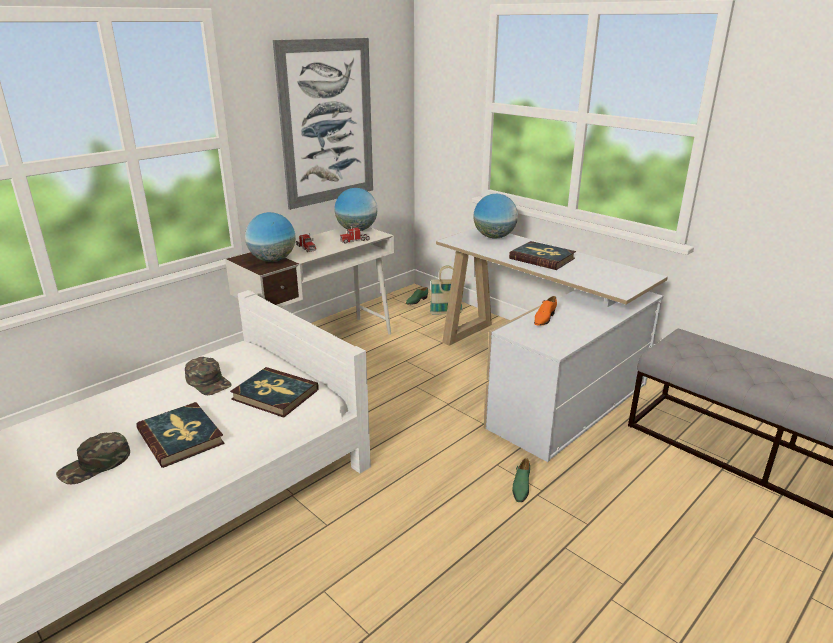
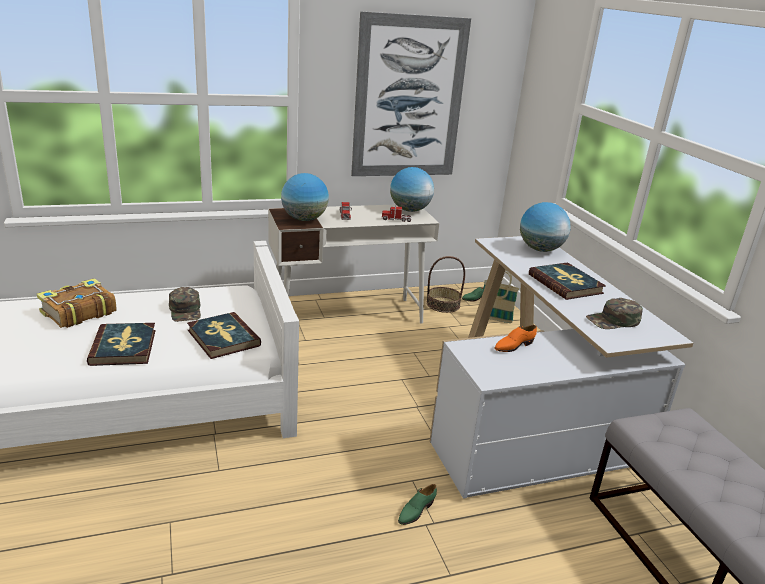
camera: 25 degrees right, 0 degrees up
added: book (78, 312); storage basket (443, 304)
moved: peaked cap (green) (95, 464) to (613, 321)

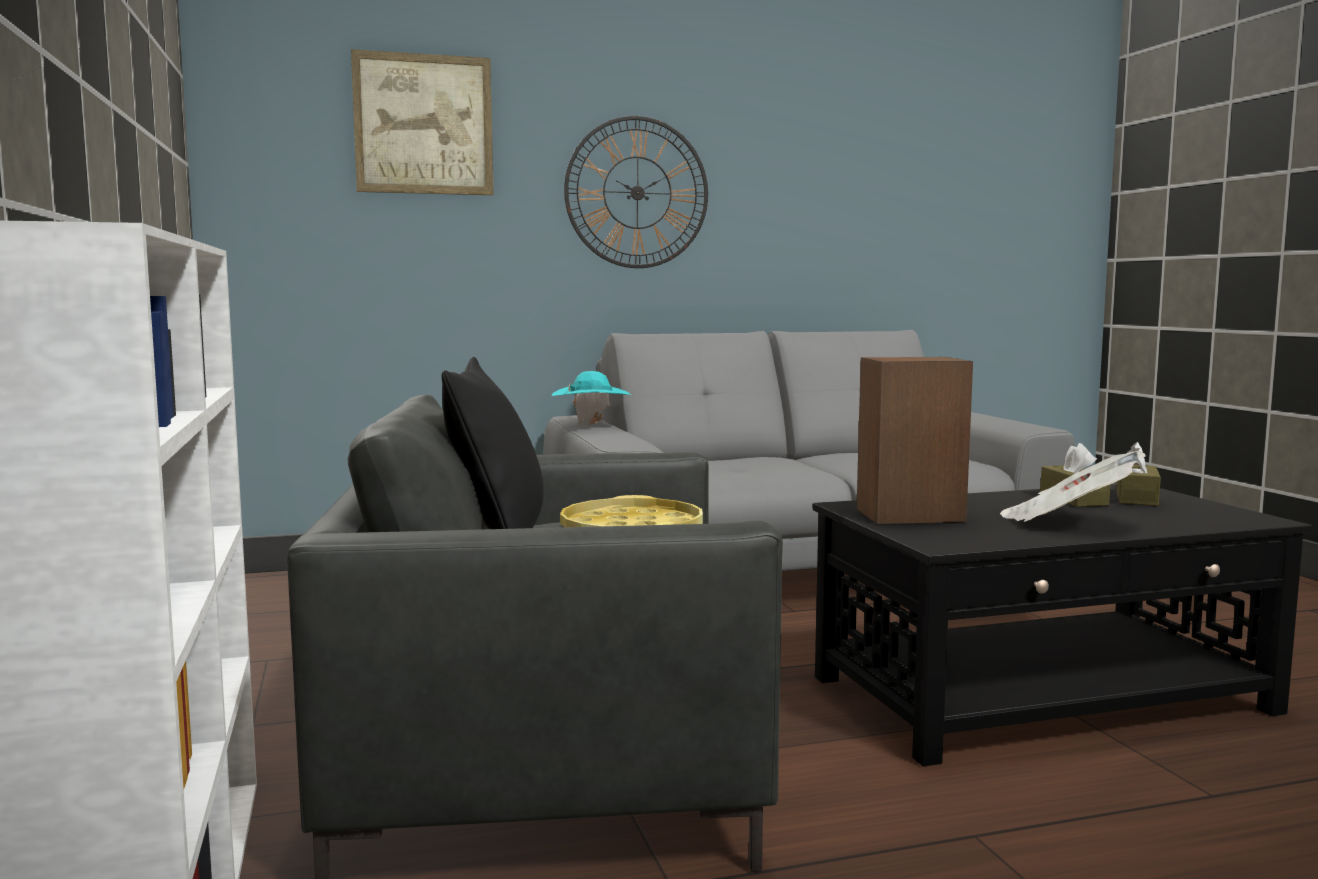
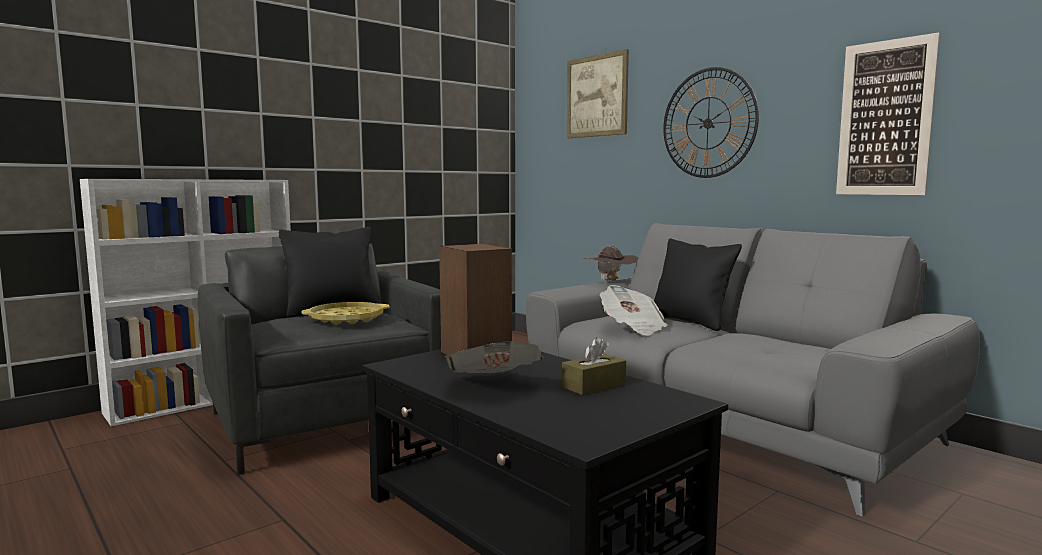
camera: 65 degrees right, 0 degrees up
removed: tissue box (brown) (1136, 498)
added: newspaper (632, 328); throw pillow (blackish) (690, 322); wall art (885, 118)
recoloured: wearable hat (turquoise) (592, 426) to wearable hat (brown) (610, 281)

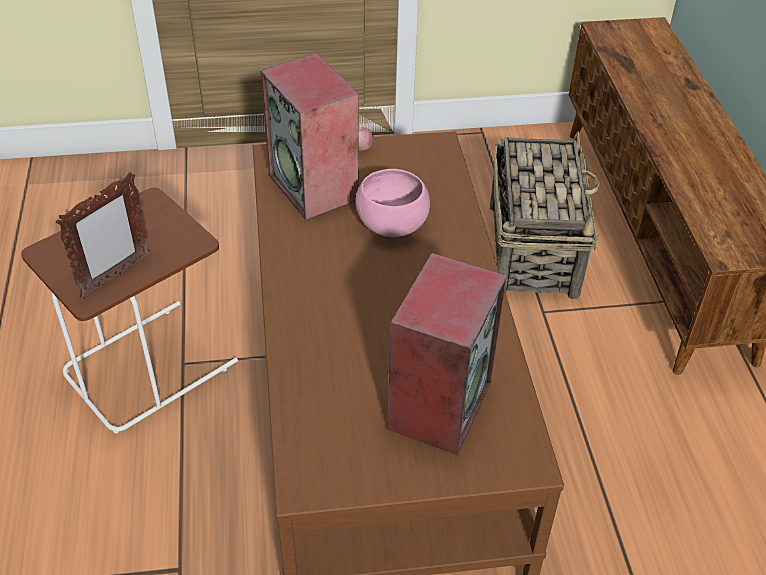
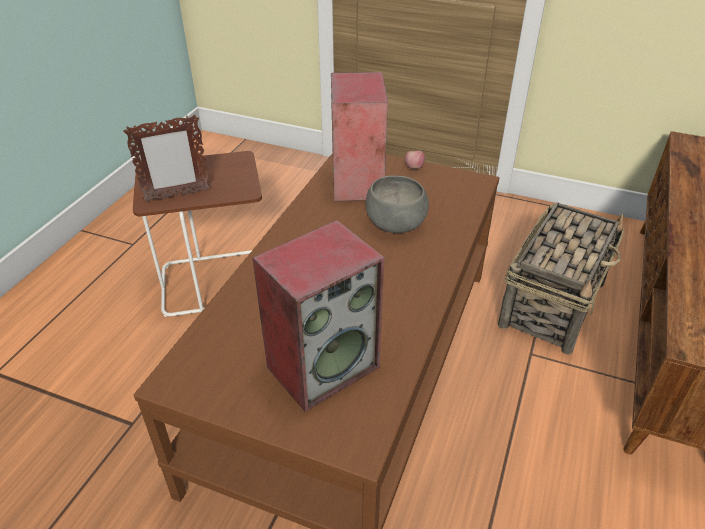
camera: 30 degrees right, 5 degrees down
recoloured: deep dish (pink-coloured) (392, 224) to deep dish (grey) (396, 223)

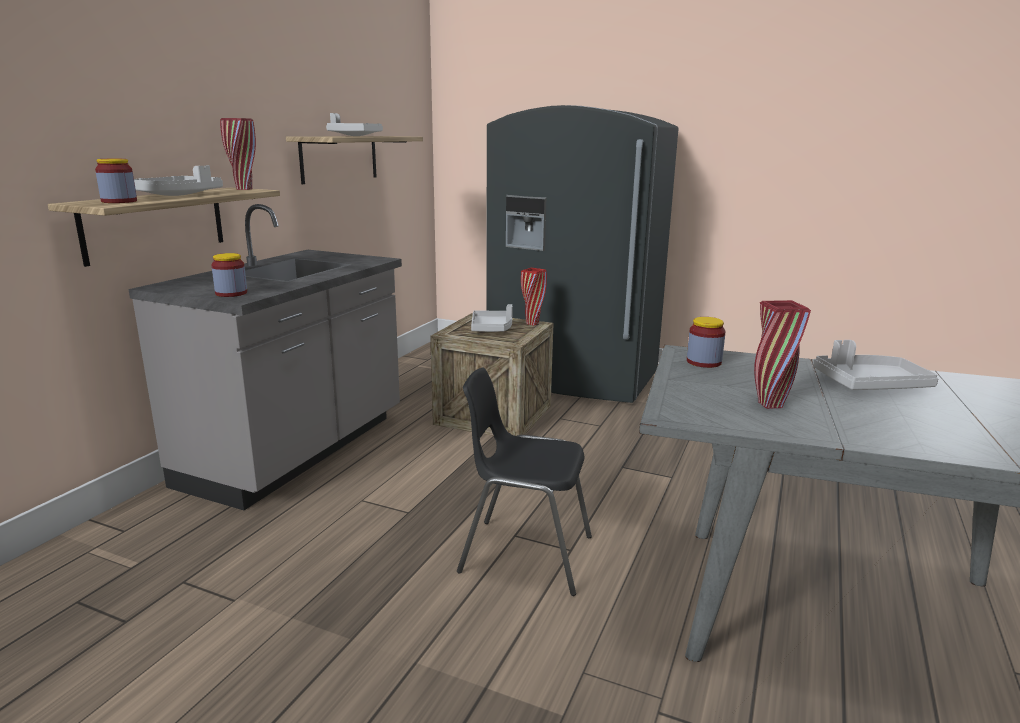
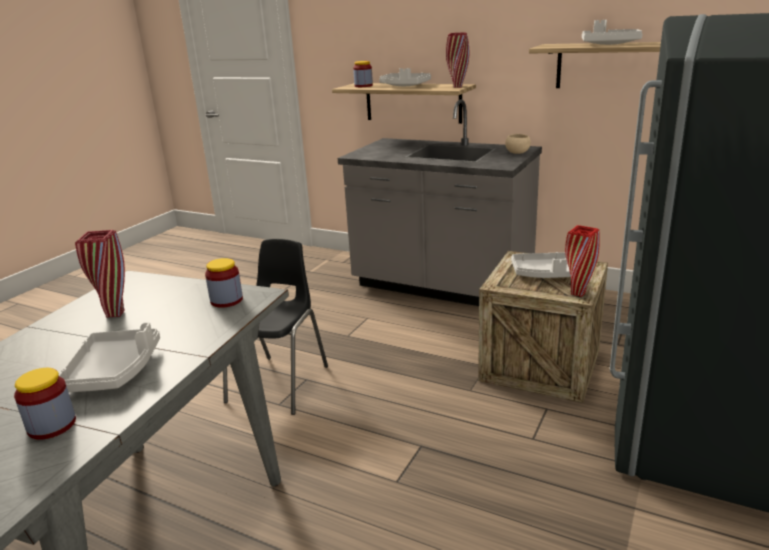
camera: 95 degrees right, 5 degrees up
added: deep dish (sand-coloured) (517, 153)
moved: preserve jar (231, 293) to (52, 425)

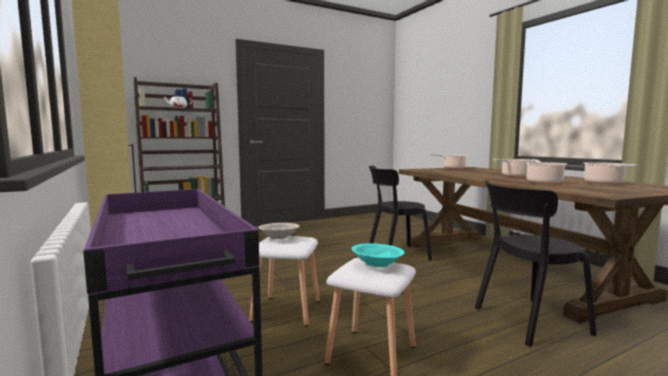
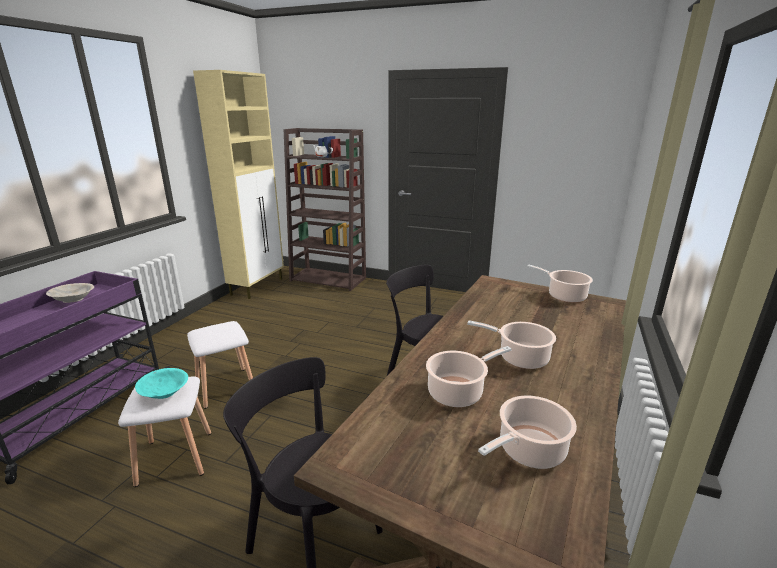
camera: 50 degrees right, 15 degrees up
moved: deep dish (sand-coloured) (279, 238) to (73, 300)

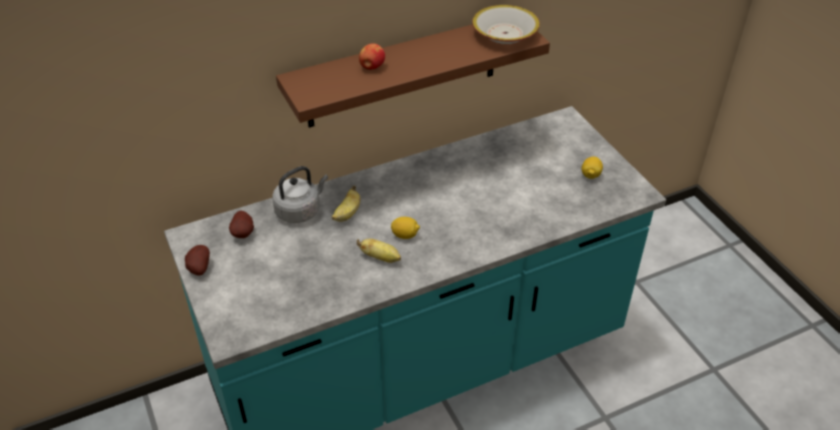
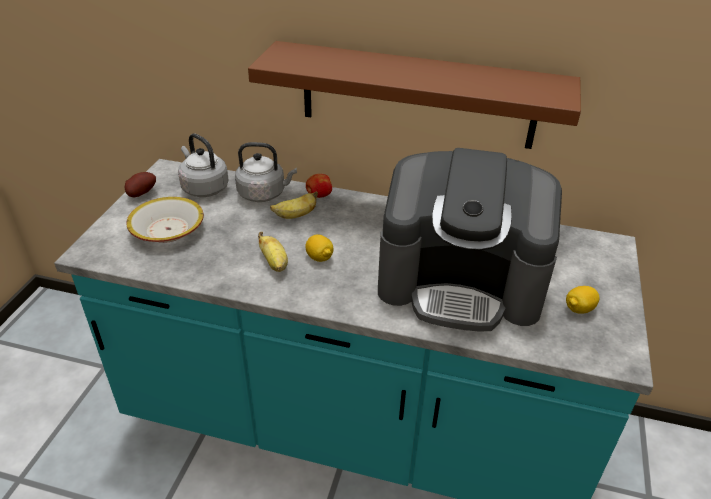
camera: 40 degrees right, 5 degrees down
added: coffee machine (461, 282)
moved: apple (372, 67) to (318, 195); deep dish (505, 34) to (168, 230)
replaced: spud (244, 233) to tea kettle (grey) (203, 187)

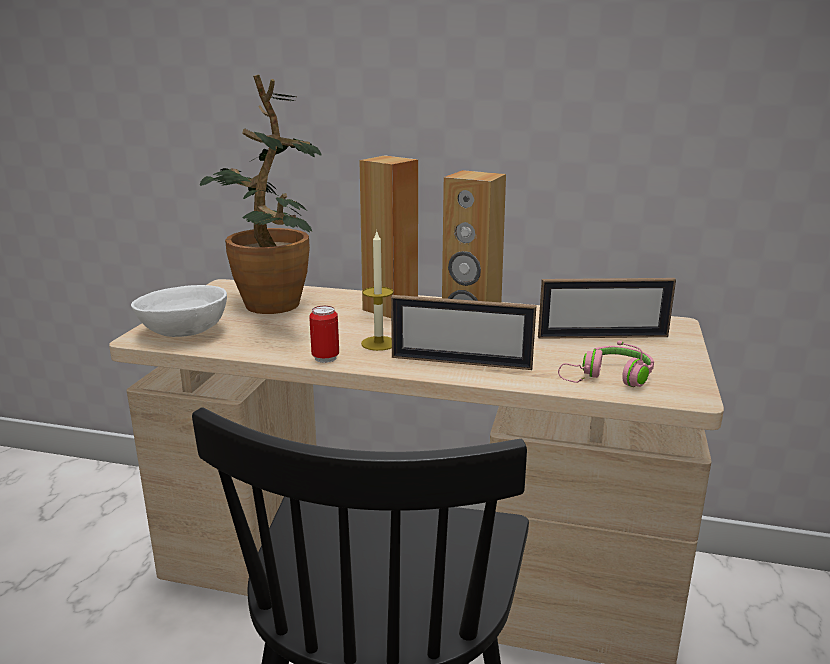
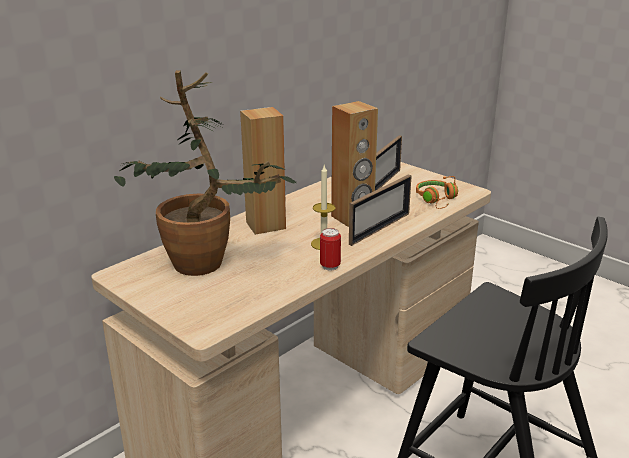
camera: 60 degrees left, 5 degrees up
removed: deep dish (white) (186, 332)
recoloured: headset (pink-coloured) (609, 378) to headset (orange-coloured) (437, 200)

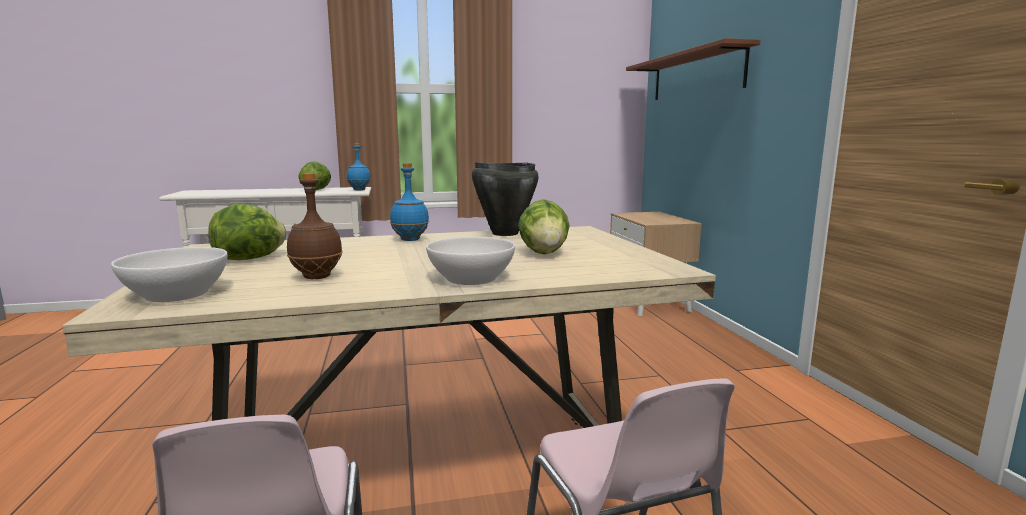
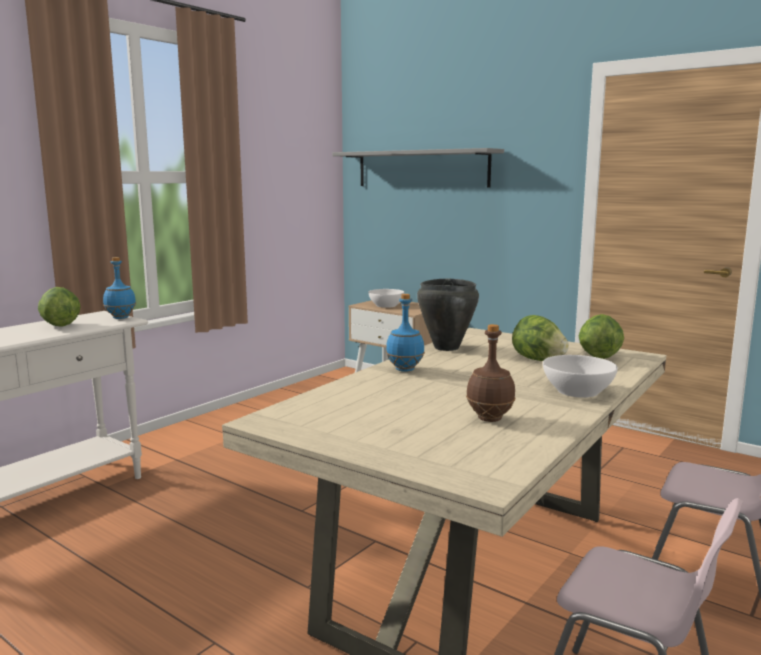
camera: 40 degrees left, 0 degrees up
moved: deep dish (white) (177, 294) to (386, 305); head of lettuce (250, 259) to (598, 357)
recoloured: bracket shelf (brown) (696, 75) to bracket shelf (grey) (421, 169)

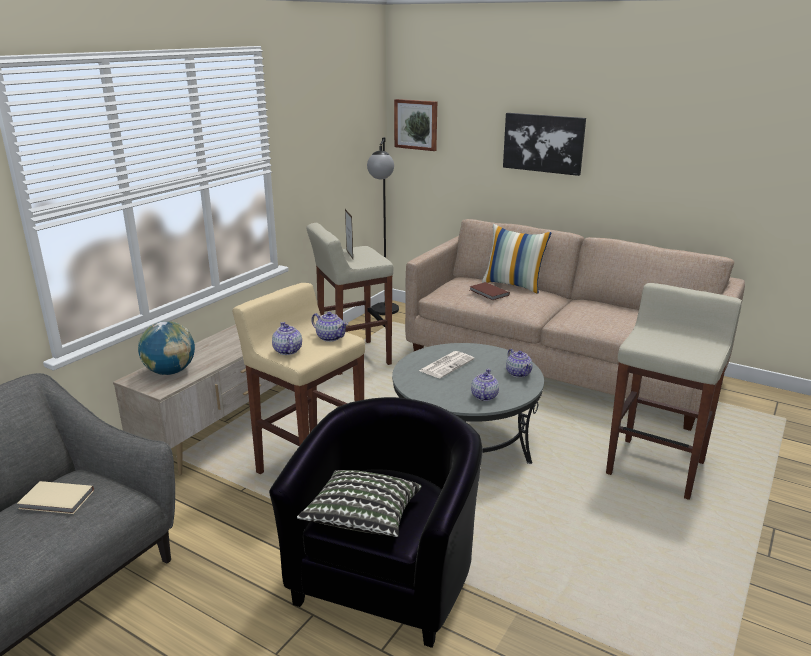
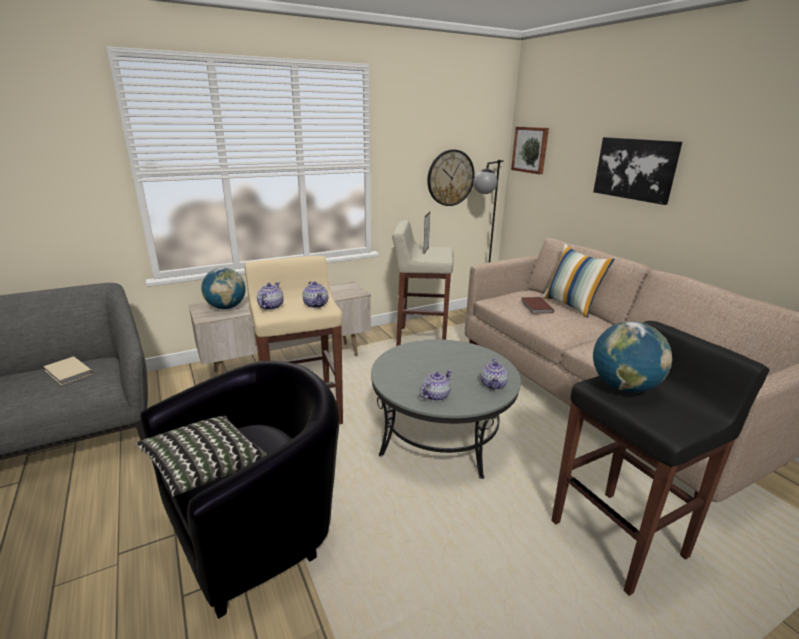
camera: 30 degrees right, 0 degrees up
removed: newspaper (446, 365)
added: wall clock (450, 178); world globe (623, 387)
recoloured: stool seat (sand-coloured) (656, 467) to stool seat (blackish) (619, 538)

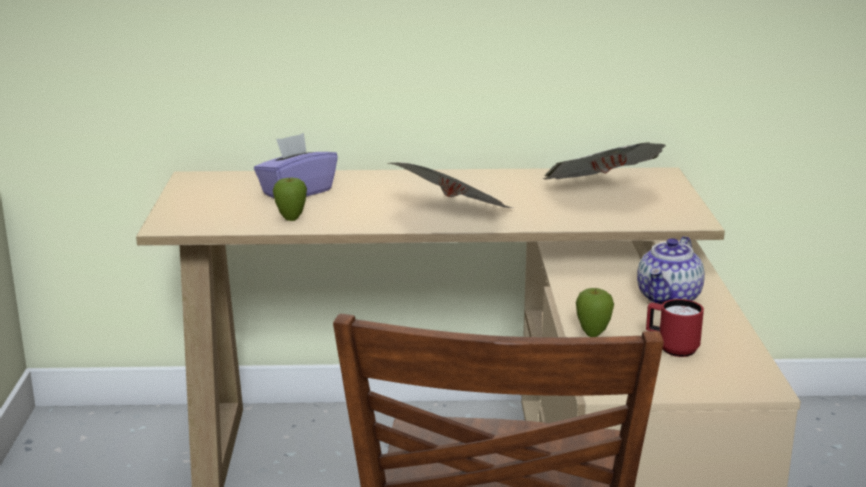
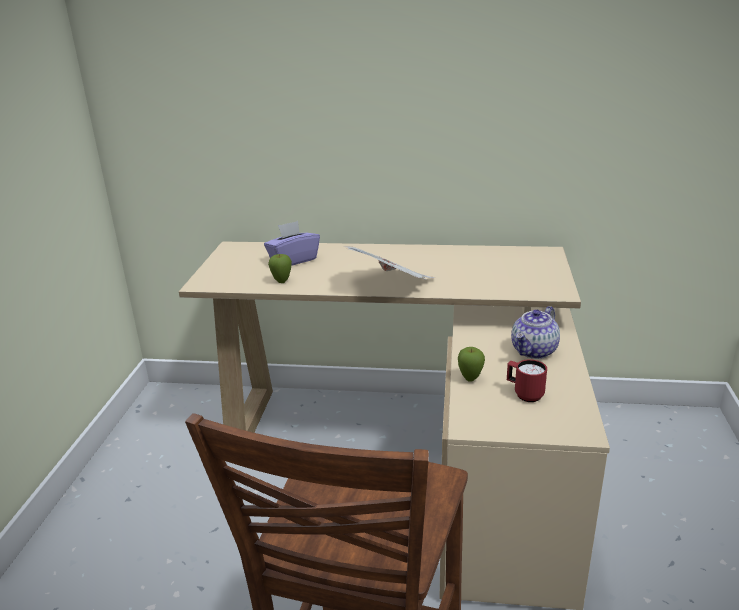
camera: 10 degrees right, 5 degrees up
removed: newspaper (600, 194)

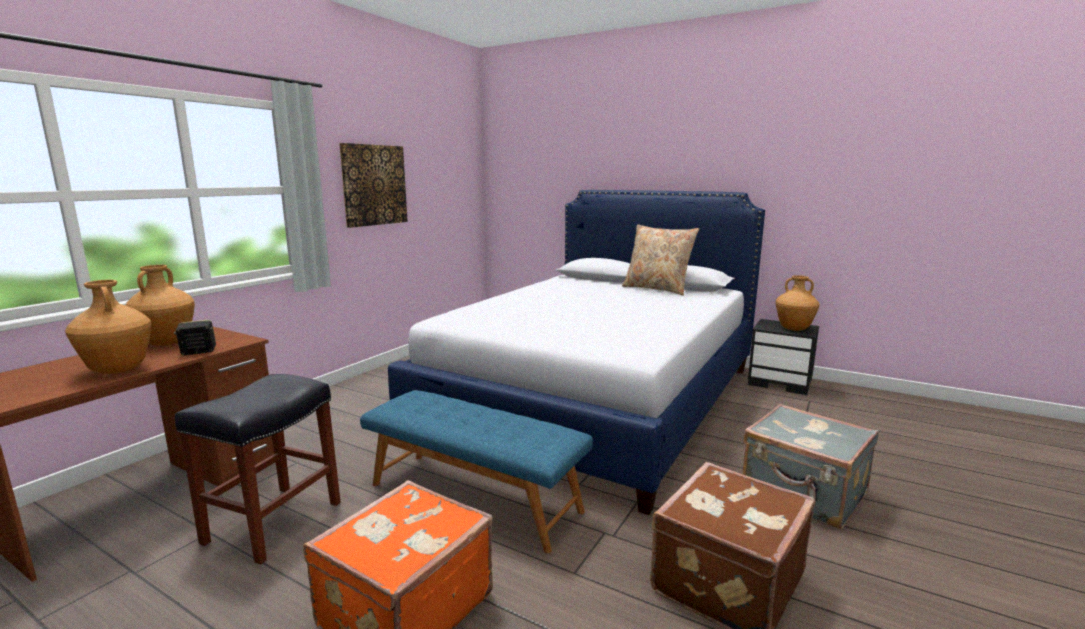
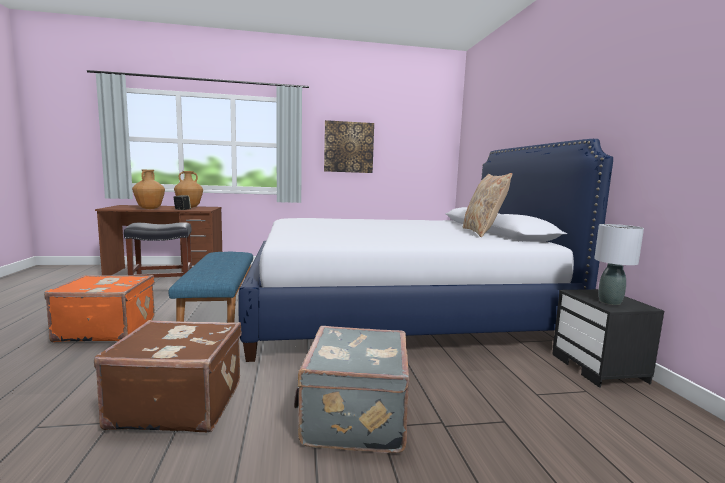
camera: 50 degrees right, 5 degrees down
replaced: vase (brown) (793, 329) to tabletop lamp (grey) (609, 302)

